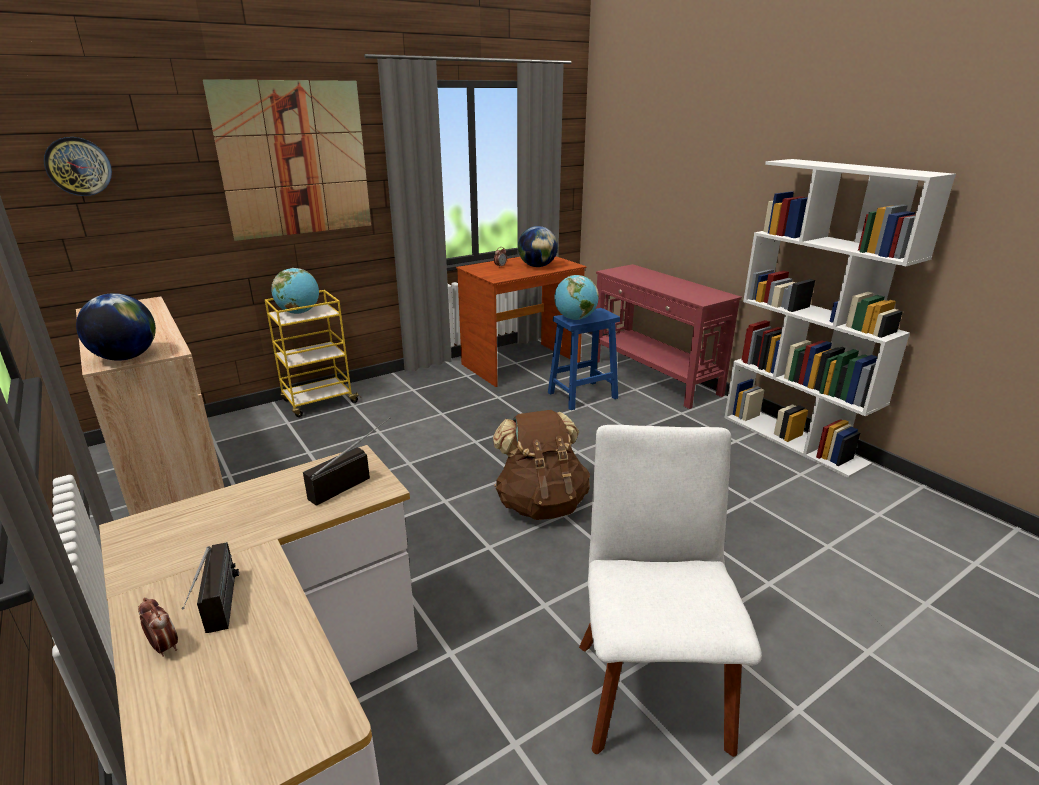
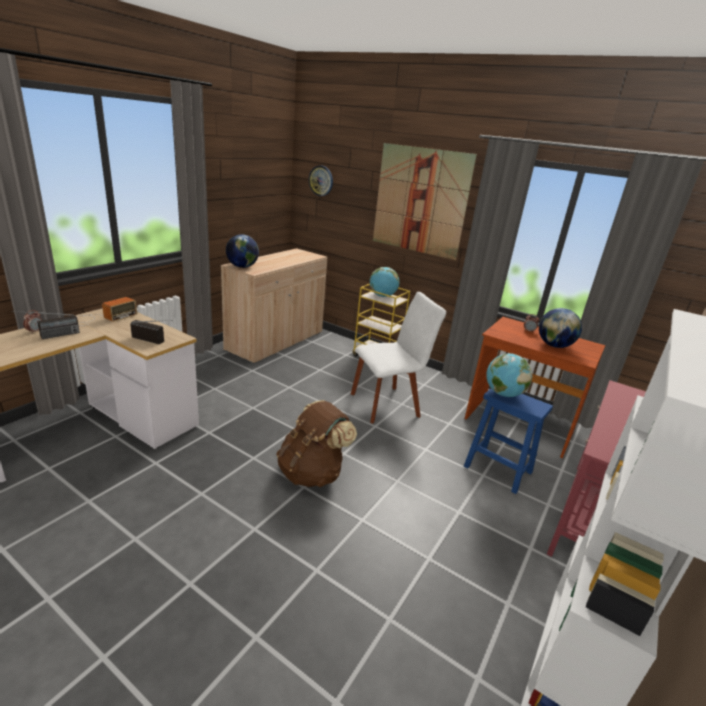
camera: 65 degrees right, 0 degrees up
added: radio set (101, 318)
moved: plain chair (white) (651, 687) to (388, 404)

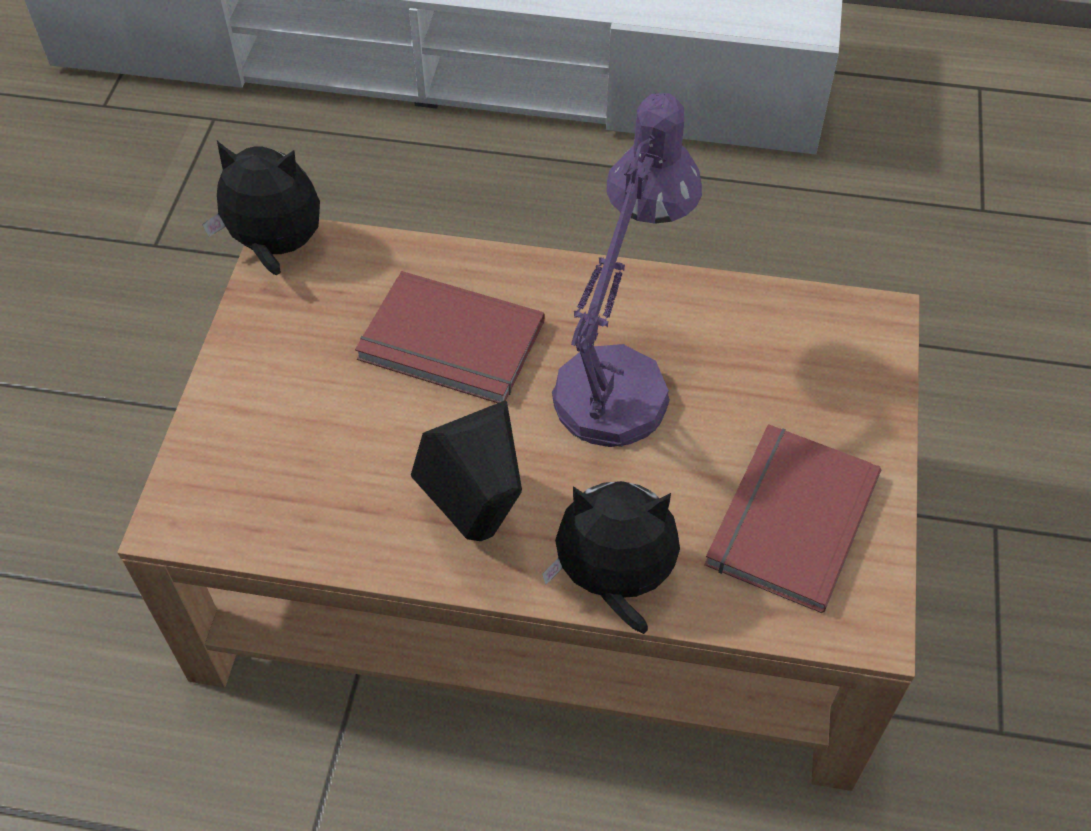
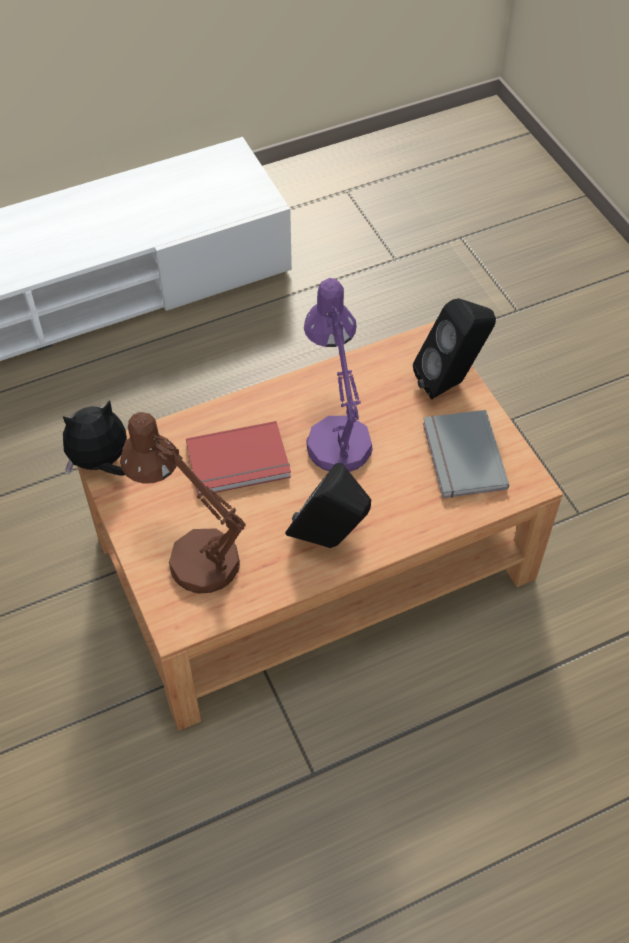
camera: 35 degrees left, 0 degrees up
removed: plush toy (614, 581)
added: tabletop lamp (brown) (192, 554); loudspeaker (blackish) (451, 382)
recoloured: book (red) (786, 518) to book (grey) (461, 457)

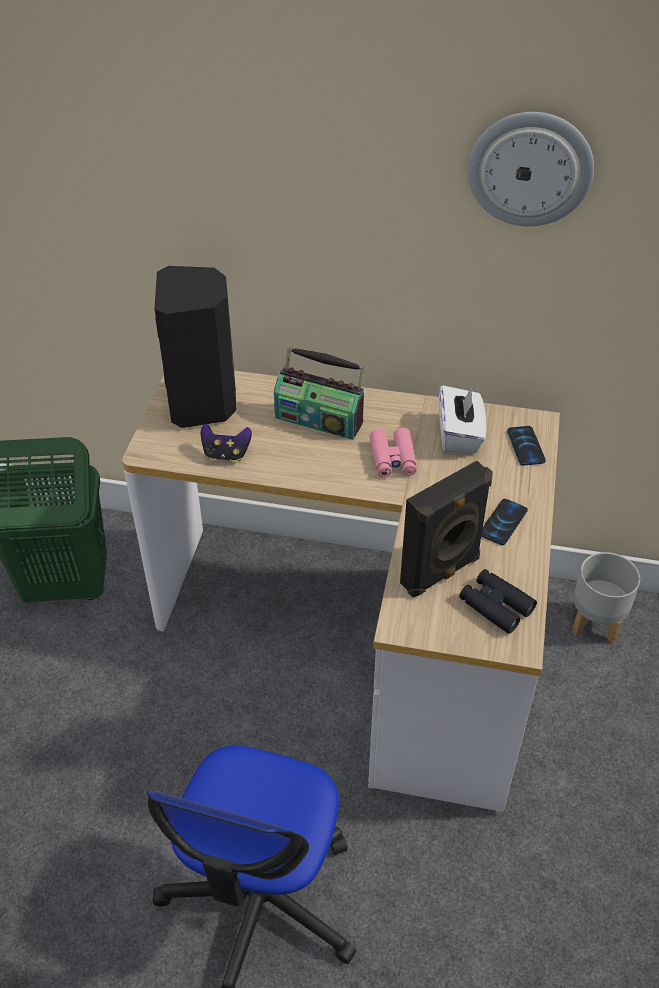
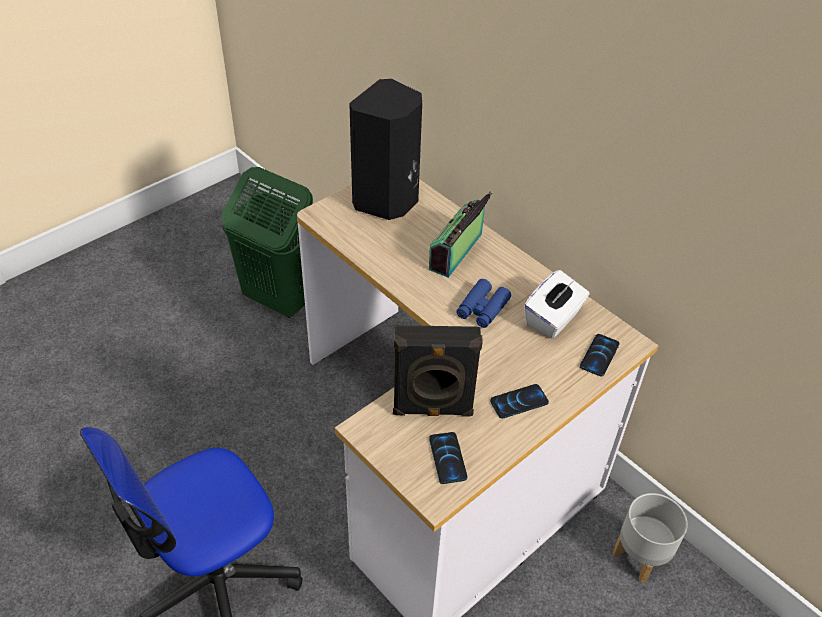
camera: 35 degrees right, 0 degrees up
removed: game controller (226, 454); wall clock (530, 169)
replaced: field glasses (blackish) (495, 606) to telephone (447, 458)
recoloured: field glasses (pink-coloured) (393, 459) to field glasses (bluish) (482, 308)
turned: radio set (319, 419) = (457, 252) 60 degrees clockwise

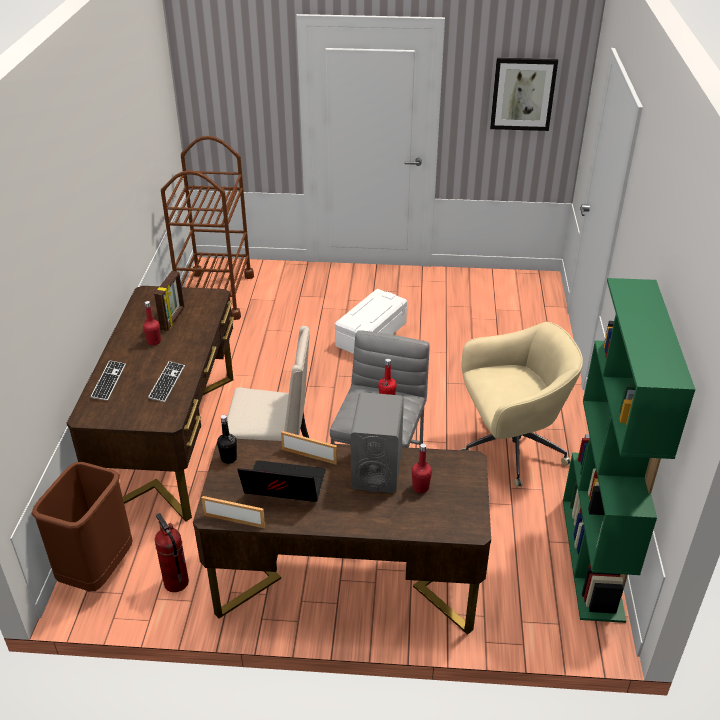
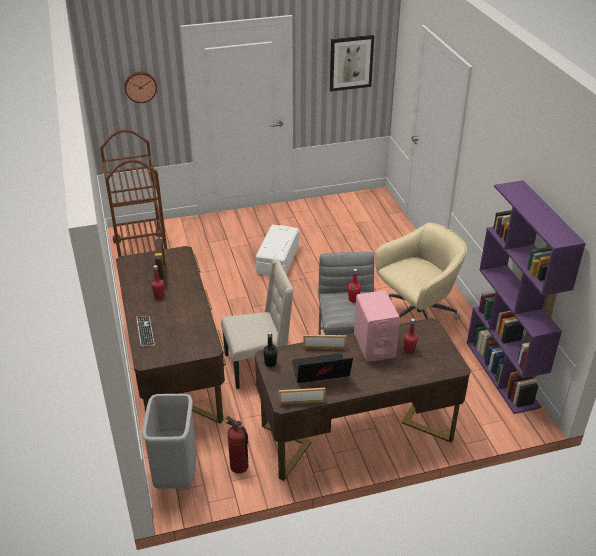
camera: 20 degrees left, 0 degrees up
removed: keyboard (167, 382)
added: wall clock (140, 86)
recoloured: trash can (brown) (98, 571) to trash can (grey) (177, 475); loudspeaker (grey) (376, 469) to loudspeaker (pink-coloured) (374, 345); bookcase (green) (593, 558) to bookcase (purple) (503, 374)

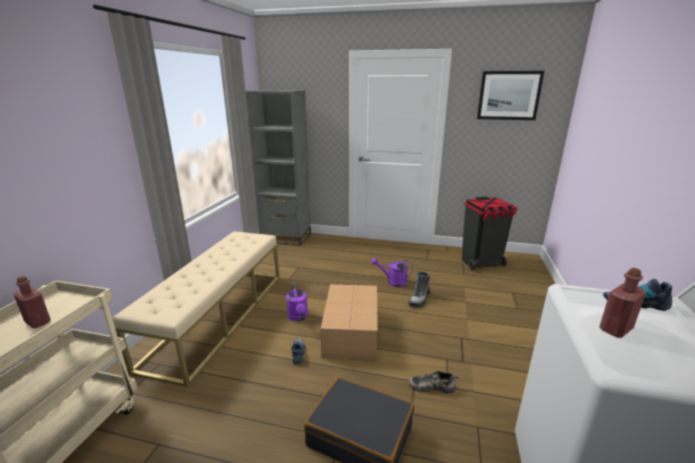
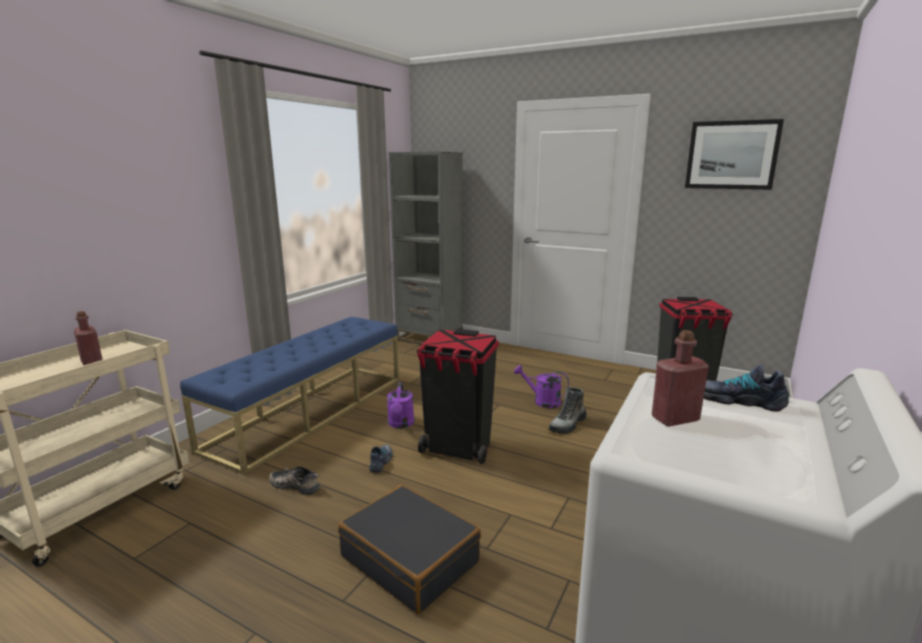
camera: 15 degrees right, 5 degrees down
moved: shoe (432, 386) to (296, 485)
replaced: packing box (352, 331) to trash can (blackish) (458, 448)
recoloured: long seat (sand-coloured) (218, 316) to long seat (bluish) (310, 411)

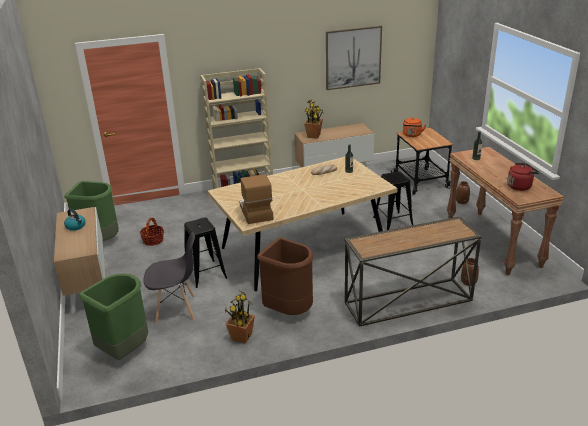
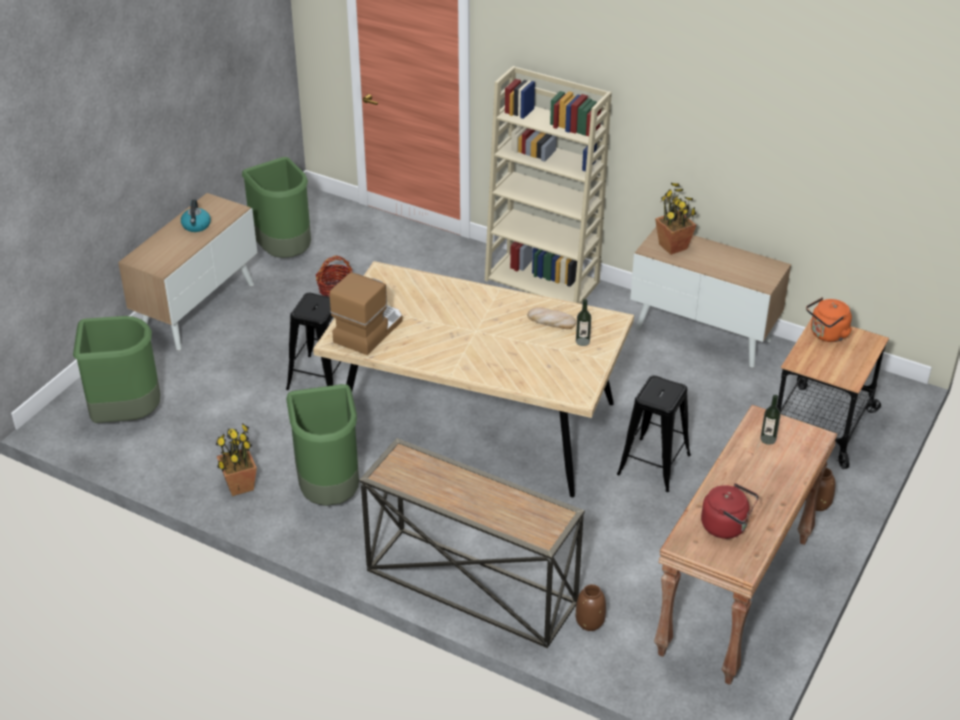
camera: 45 degrees right, 10 degrees up
removed: plain chair (grey) (176, 310); wall art (353, 57)
recoloured: trash can (brown) (289, 310) to trash can (green) (330, 492)

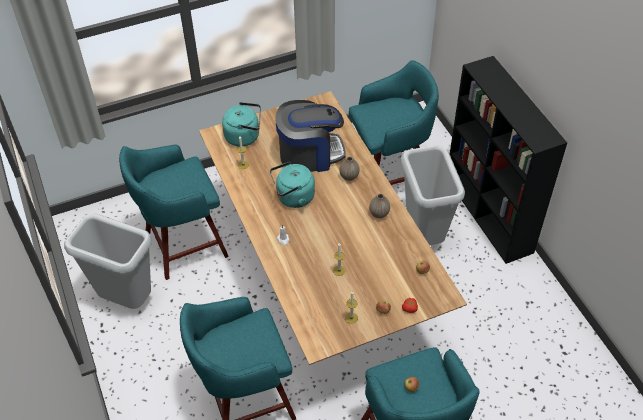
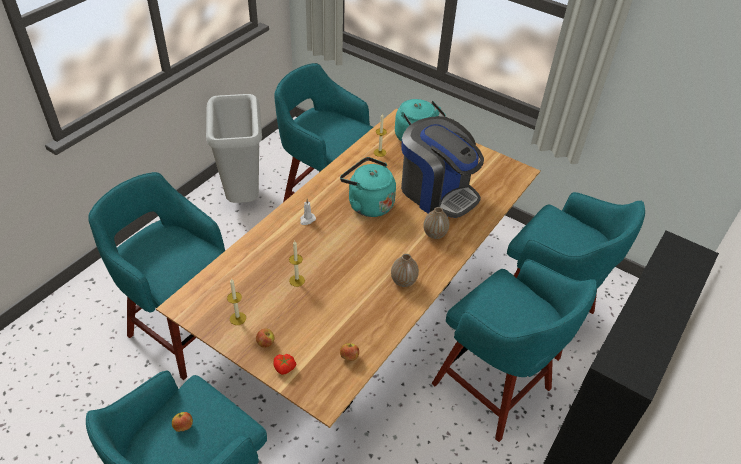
camera: 55 degrees right, 5 degrees down
replaced: trash can (grey) (425, 236) to stool seat (turquoise) (494, 389)

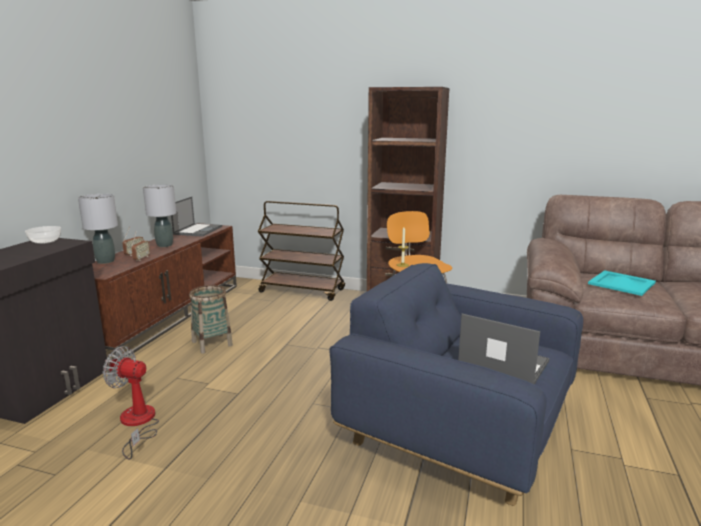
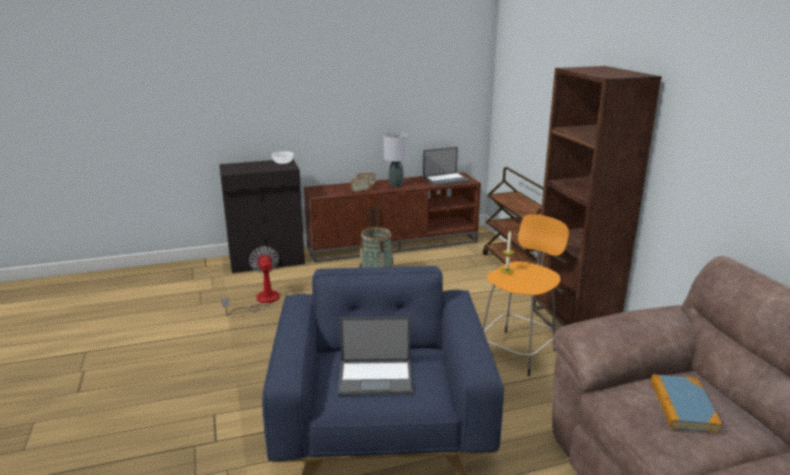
camera: 55 degrees right, 5 degrees up
removed: tabletop lamp (grey) (105, 261)
replaced: serving tray (turquoise) (622, 283) to book (683, 406)
turned: portable computer (502, 363) = (376, 377) 90 degrees clockwise

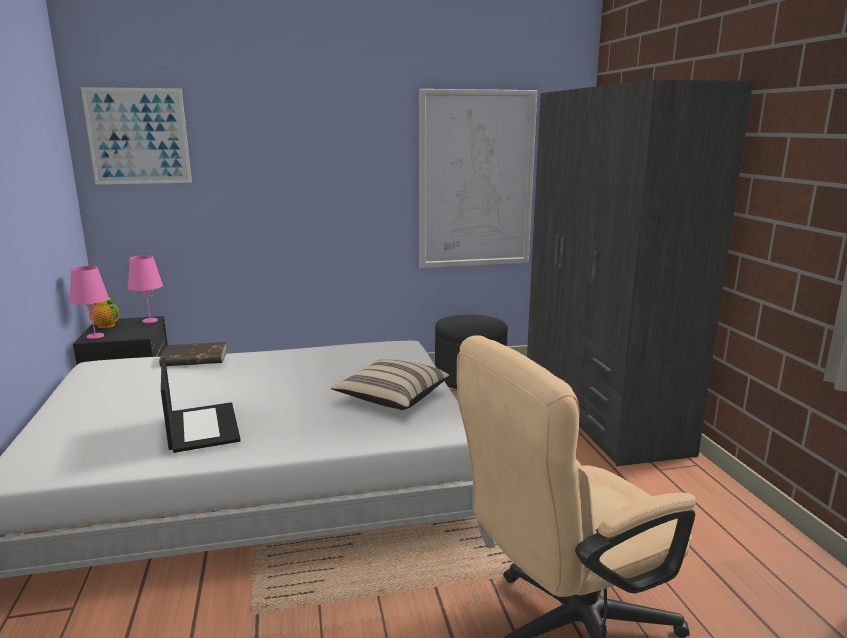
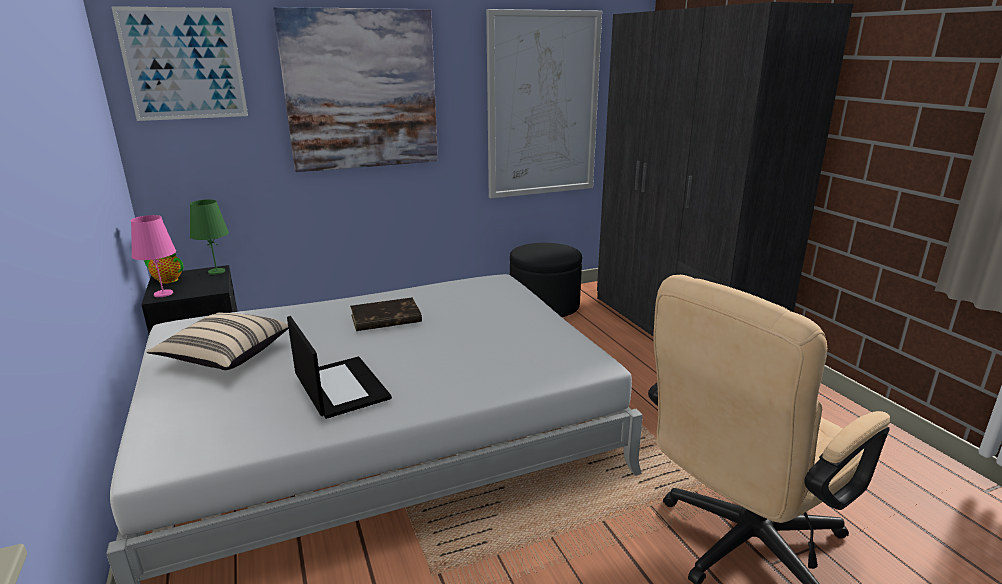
camera: 10 degrees left, 5 degrees up
added: wall art (362, 90)
moved: book (brown) (194, 358) to (385, 319); throw pillow (sand-coloured) (392, 398) to (225, 356)
recoloured: tabletop lamp (pink-coloured) (149, 321) to tabletop lamp (green) (216, 271)

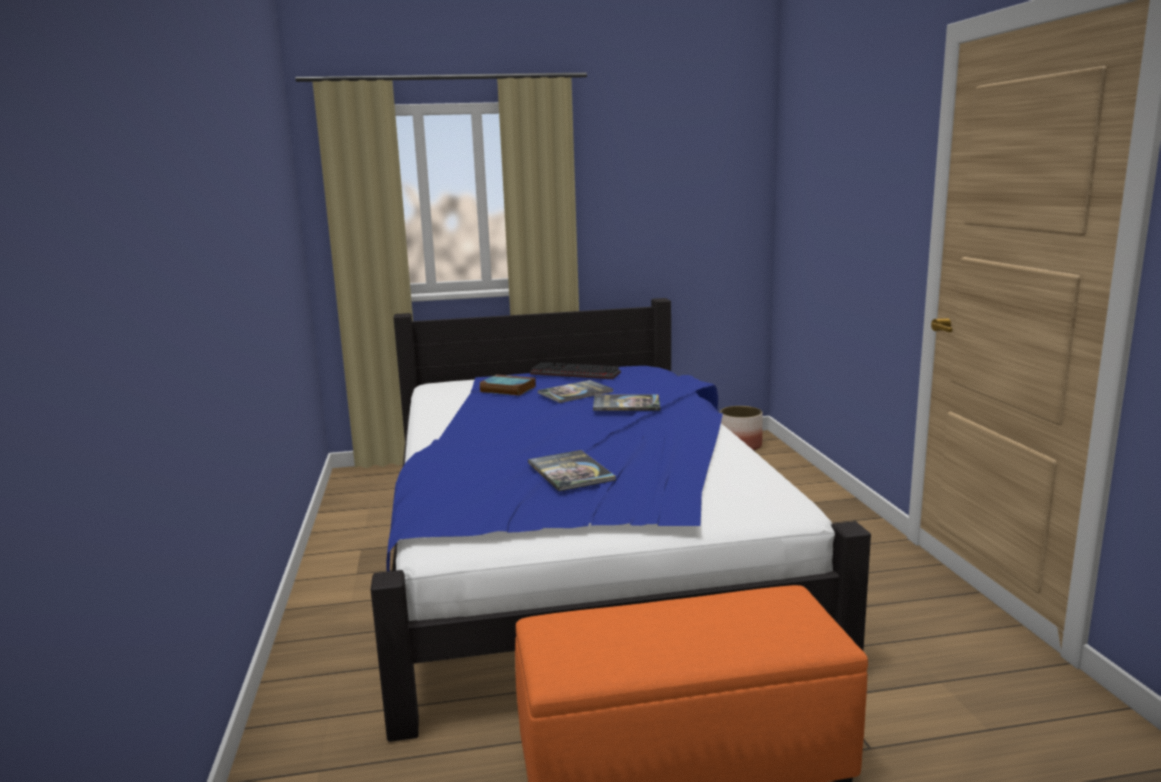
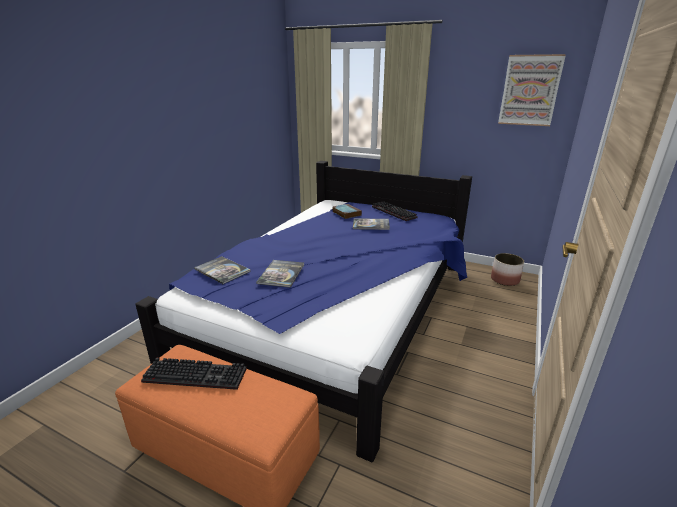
camera: 35 degrees right, 10 degrees up
added: keyboard (197, 374); wall art (530, 90)
moved: book (626, 404) to (222, 270)

